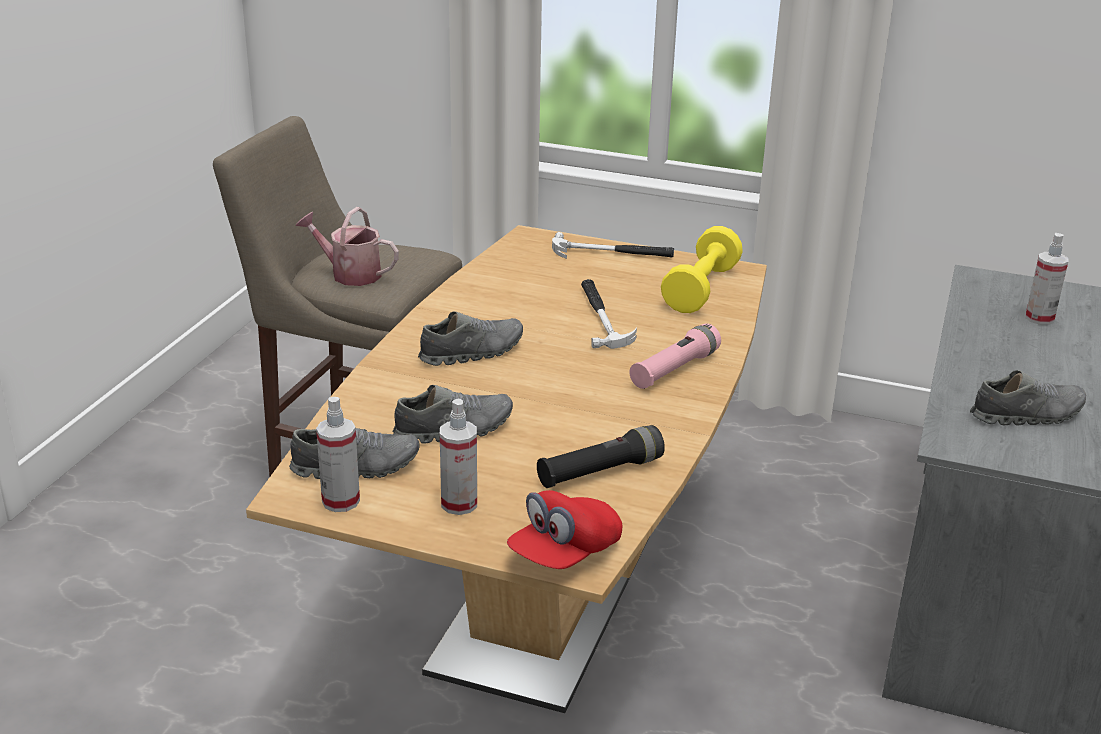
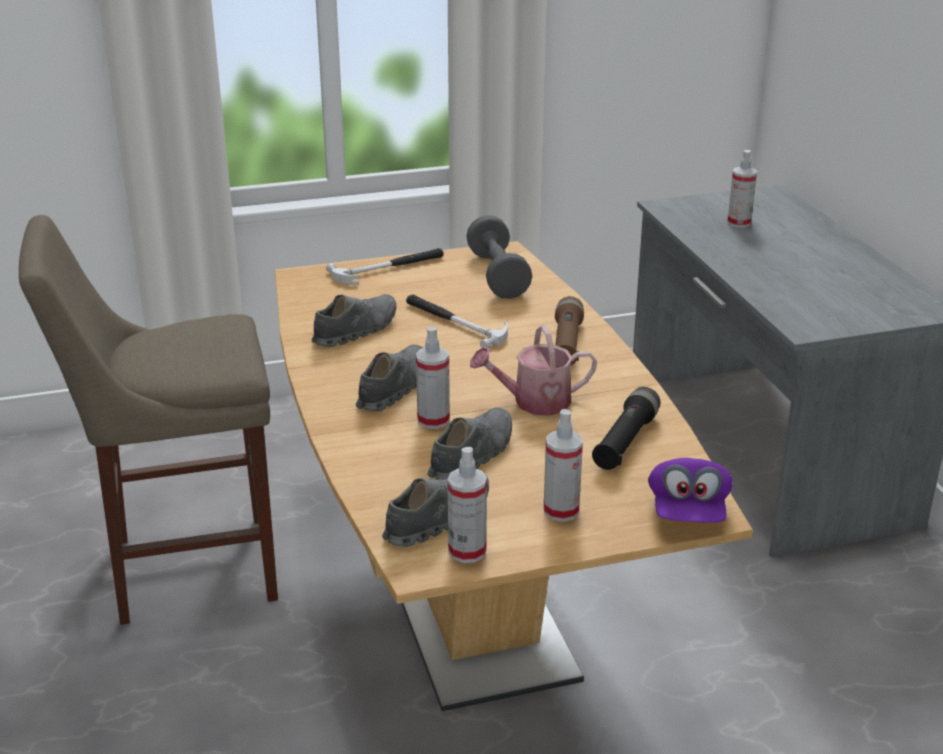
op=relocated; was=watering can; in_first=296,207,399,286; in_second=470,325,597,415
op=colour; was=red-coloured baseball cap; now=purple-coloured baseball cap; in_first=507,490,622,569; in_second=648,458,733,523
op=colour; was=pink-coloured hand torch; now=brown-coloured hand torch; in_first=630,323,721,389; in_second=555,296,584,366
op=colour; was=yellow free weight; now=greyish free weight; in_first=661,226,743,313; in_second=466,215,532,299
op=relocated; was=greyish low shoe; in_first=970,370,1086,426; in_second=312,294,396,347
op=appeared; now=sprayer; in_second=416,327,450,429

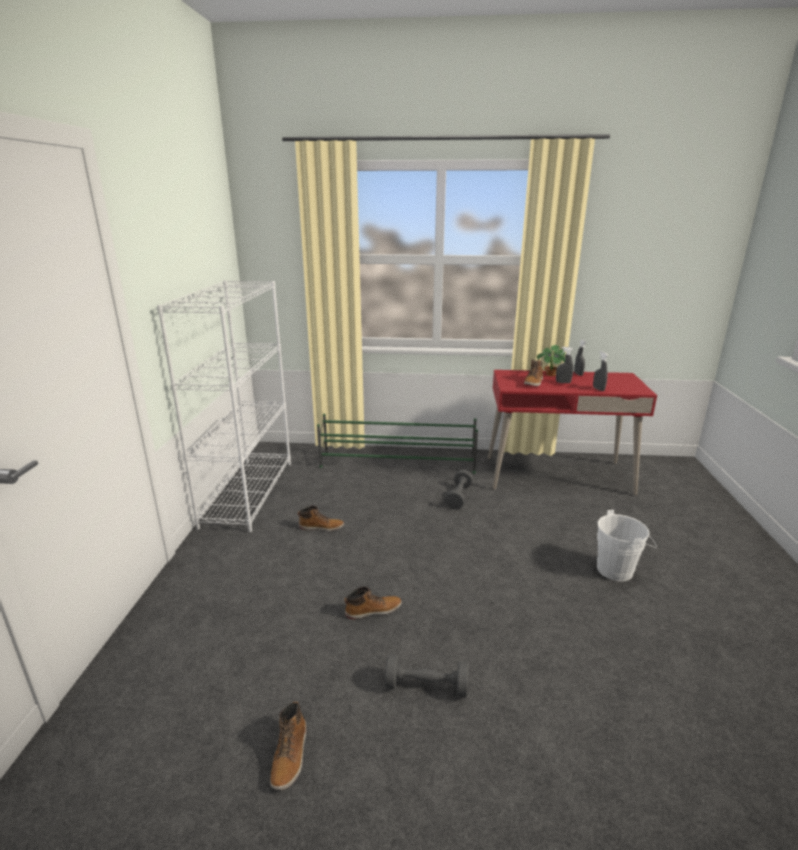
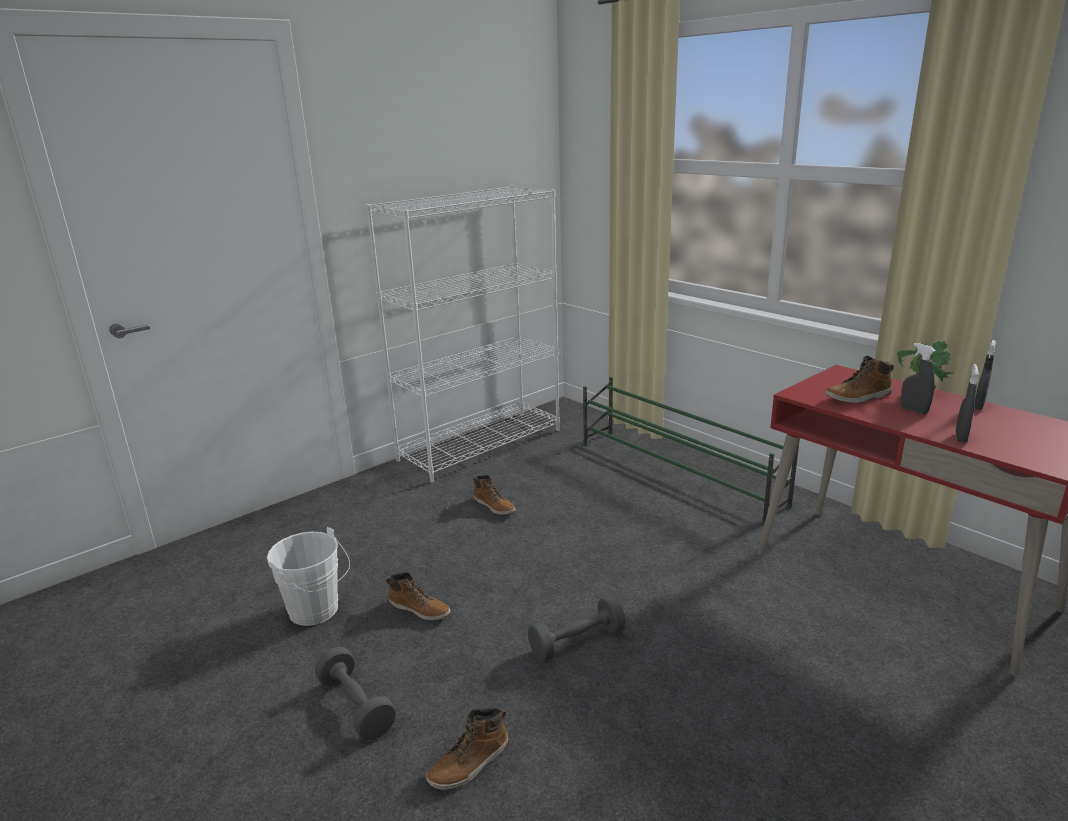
op=relocated; was=boot; in_first=270,702,307,790; in_second=426,708,509,790
op=relocated; was=greyish free weight; in_first=444,470,473,510; in_second=528,596,625,662
op=relocated; was=white-coloured bucket; in_first=597,510,657,581; in_second=267,527,350,626

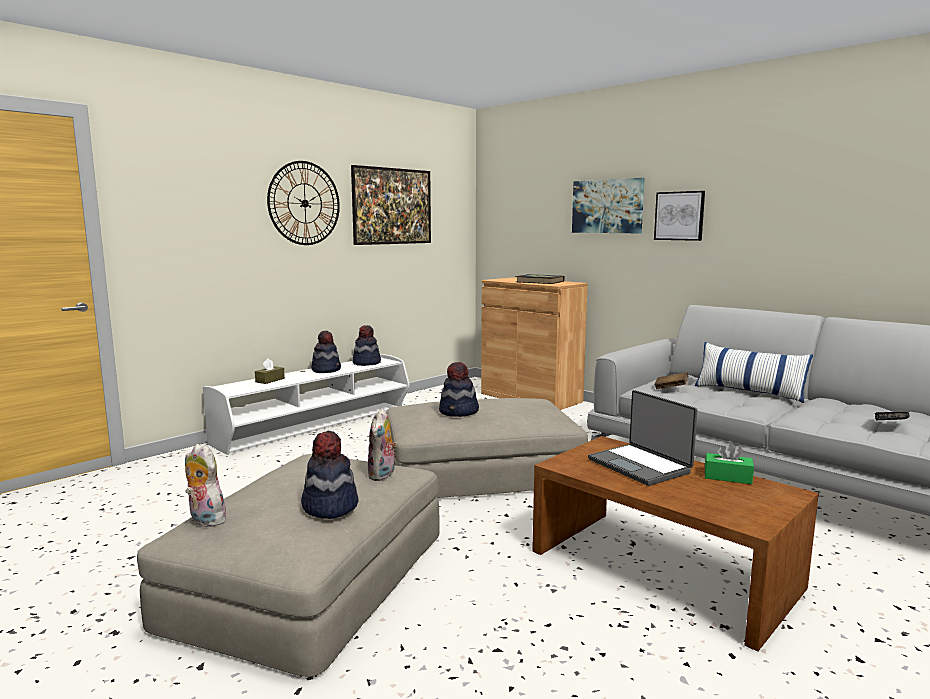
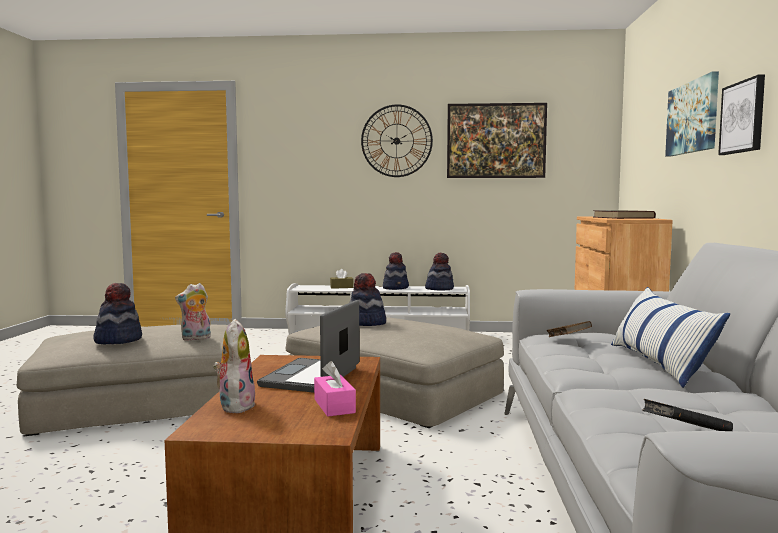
op=relocated; was=soft toy; in_first=185,444,230,527; in_second=213,319,255,413
op=colour; was=greenish tissue holder; now=pink-coloured tissue holder; in_first=705,442,754,484; in_second=314,361,356,417

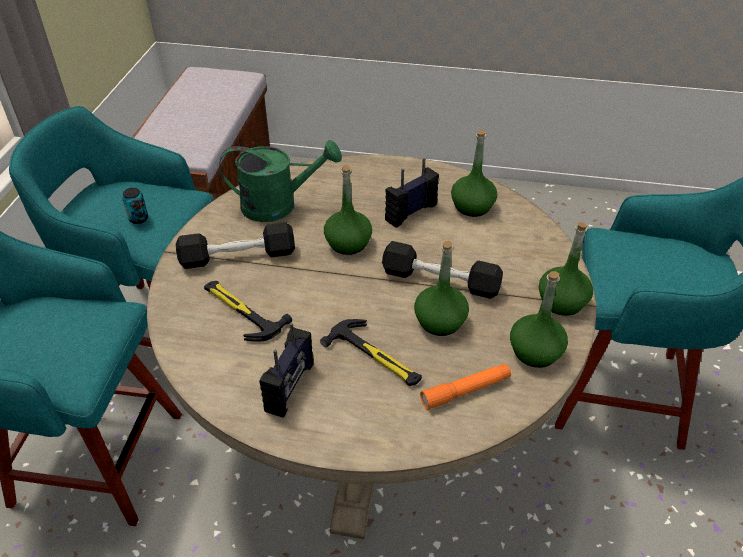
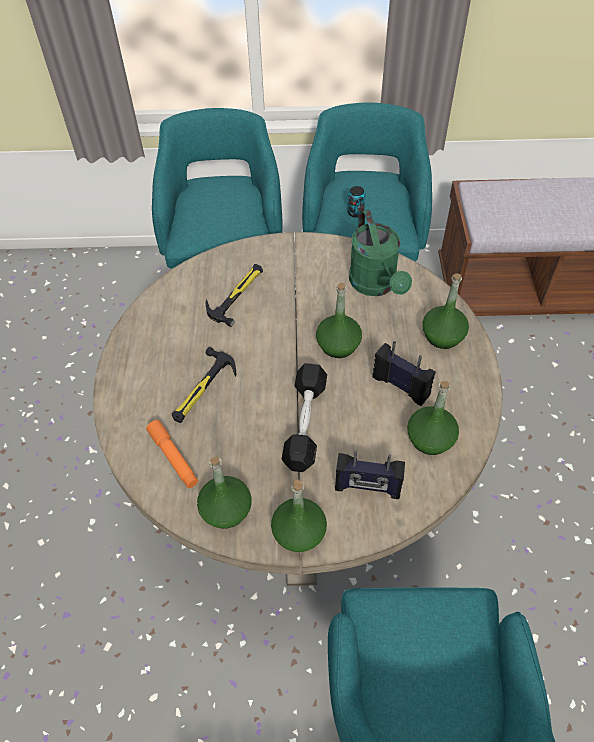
op=missing; was=black free weight; in_first=176,222,295,269
op=relocated; was=radio receiver; in_first=259,323,314,418; in_second=335,450,405,499
op=relocated; was=greenish beverage bottle; in_first=414,241,469,336; in_second=422,273,469,349

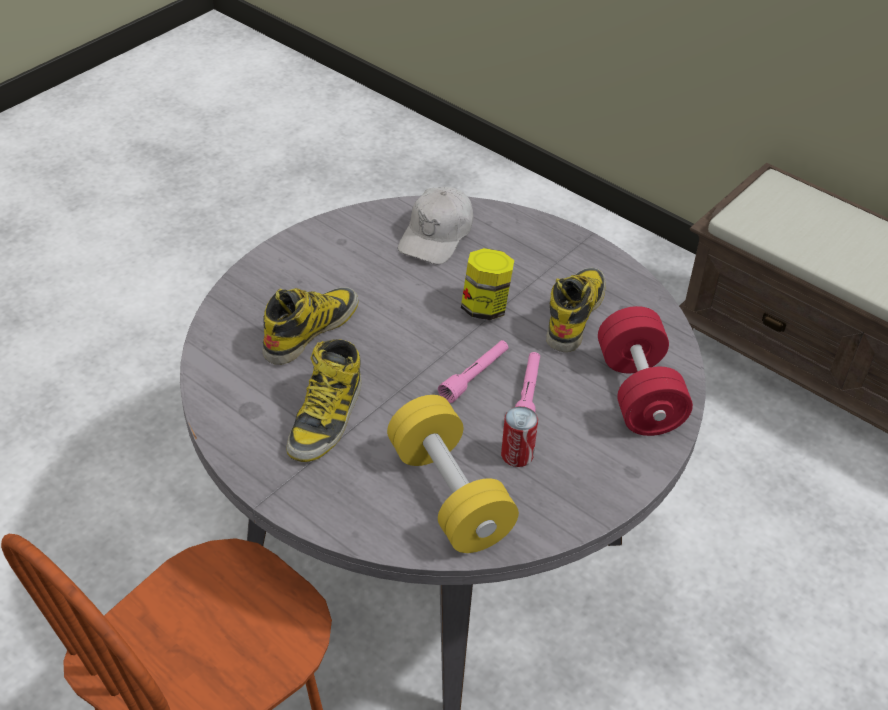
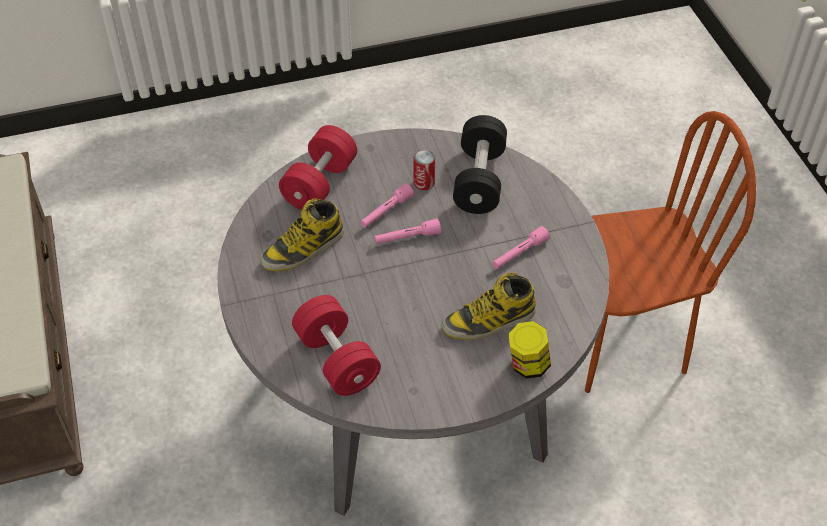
op=exchanged; was=boot; now=pink-coloured hand torch; in_first=286,339,362,462; in_second=492,226,550,269
op=colour; was=yellow free weight; now=black free weight; in_first=387,395,519,553; in_second=453,115,507,214
op=exchanged; was=white-coloured baseball cap; now=red-coloured free weight; in_first=398,187,473,264; in_second=292,295,381,396
op=relocated; was=preserve jar; in_first=461,248,514,320; in_second=508,321,551,379

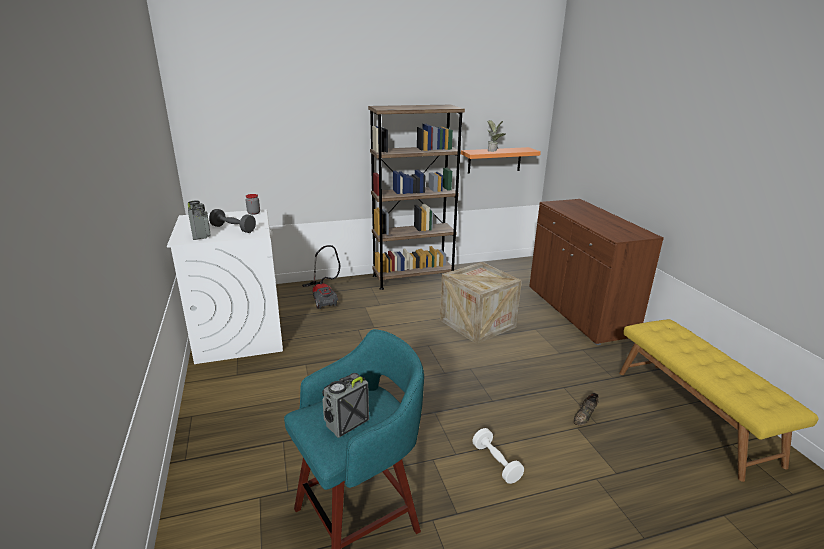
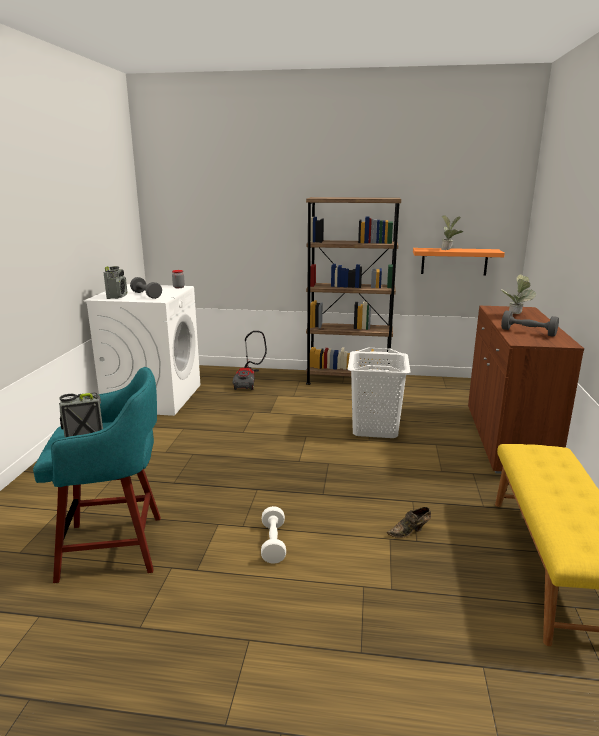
op=exchanged; was=crate; now=white-coloured washing basket; in_first=440,262,522,344; in_second=347,348,411,438
op=appeared; now=potted plant; in_second=501,274,536,314
op=appeared; now=greyish free weight; in_second=501,310,559,337

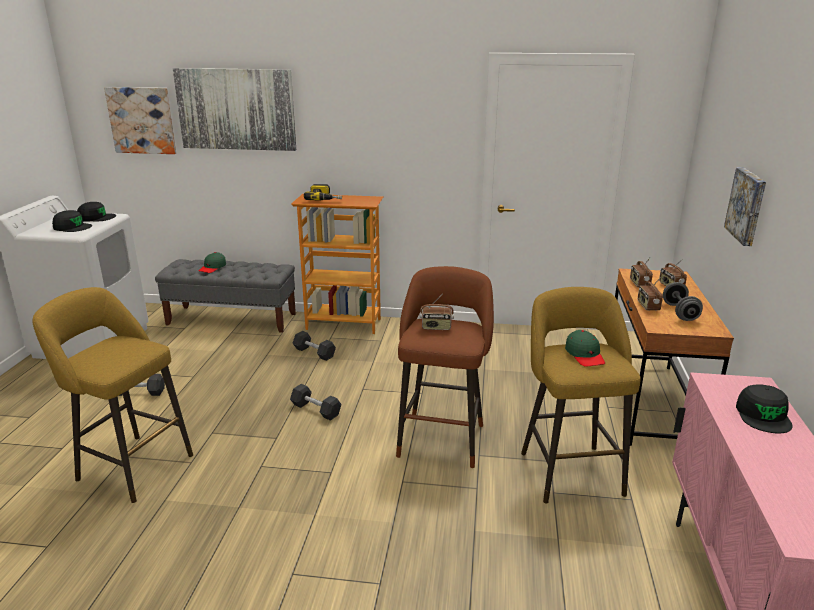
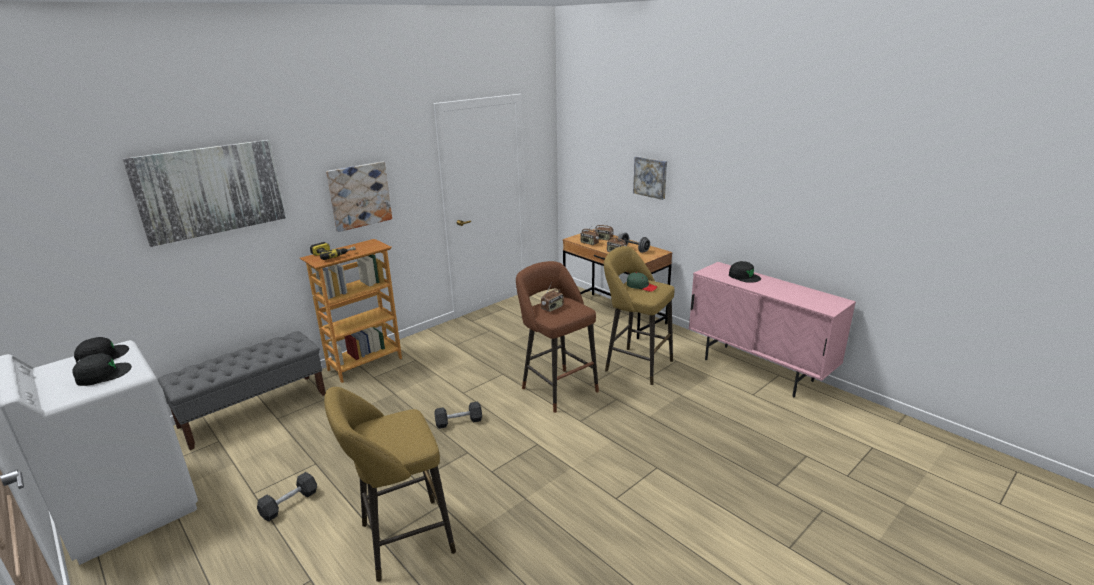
op=relocated; was=wall picture; in_first=104,87,176,154; in_second=326,161,392,232
op=missing; was=greenish baseball cap; in_first=199,252,226,273
op=missing; was=black free weight; in_first=292,331,336,361

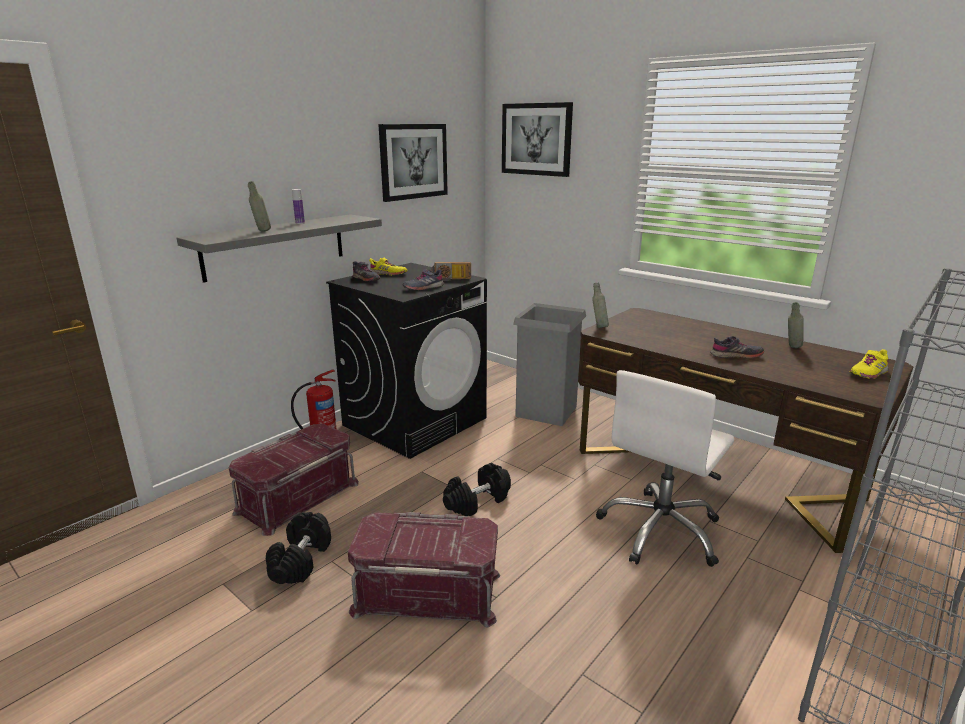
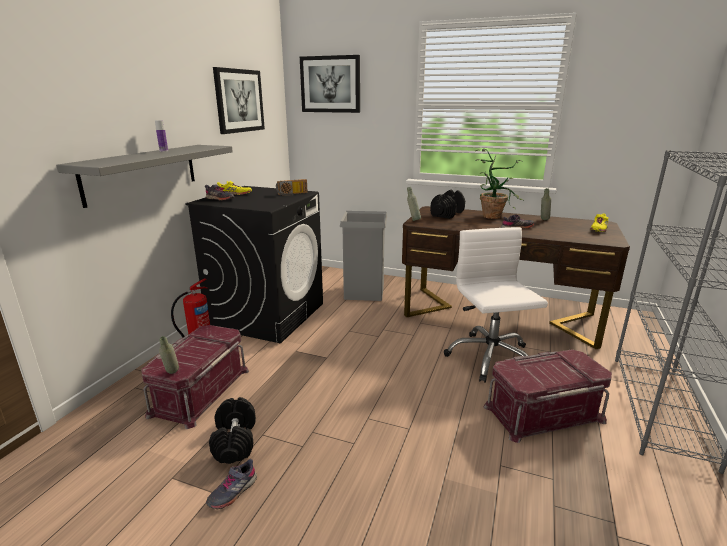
op=relocated; was=greyish beverage bottle; in_first=248,181,271,232; in_second=159,336,179,374
op=relocated; was=red-coloured storage box; in_first=348,512,500,628; in_second=484,349,612,443
op=relocated; was=greyish low shoe; in_first=403,269,444,290; in_second=206,459,257,509
op=relocated; was=black free weight; in_first=443,463,511,516; in_second=430,190,465,219
op=spun; was=white-coloured desk chair; in_first=596,370,734,567; in_second=444,227,548,383; clockwise=150
op=appeared; now=potted plant; in_second=475,149,523,219

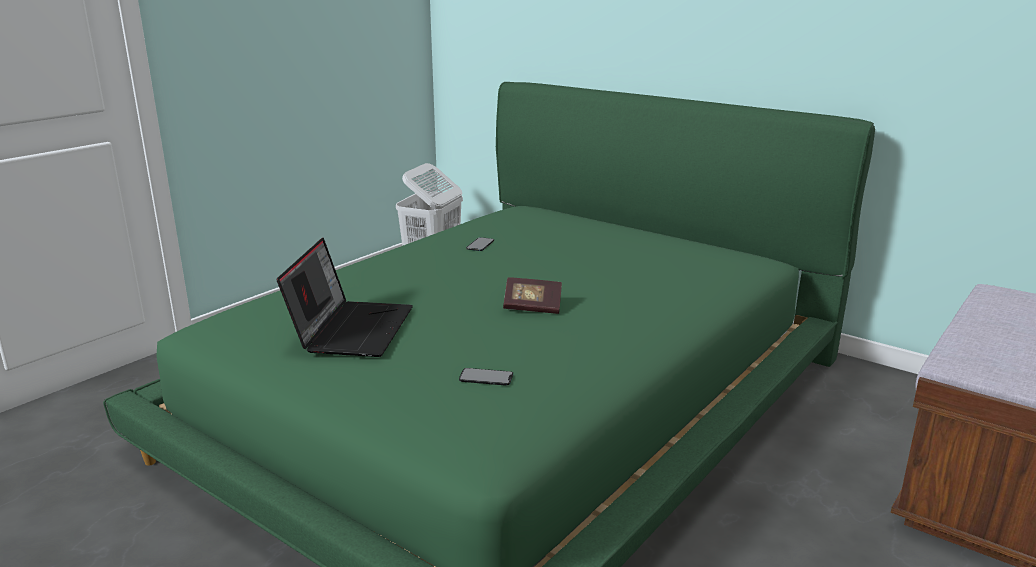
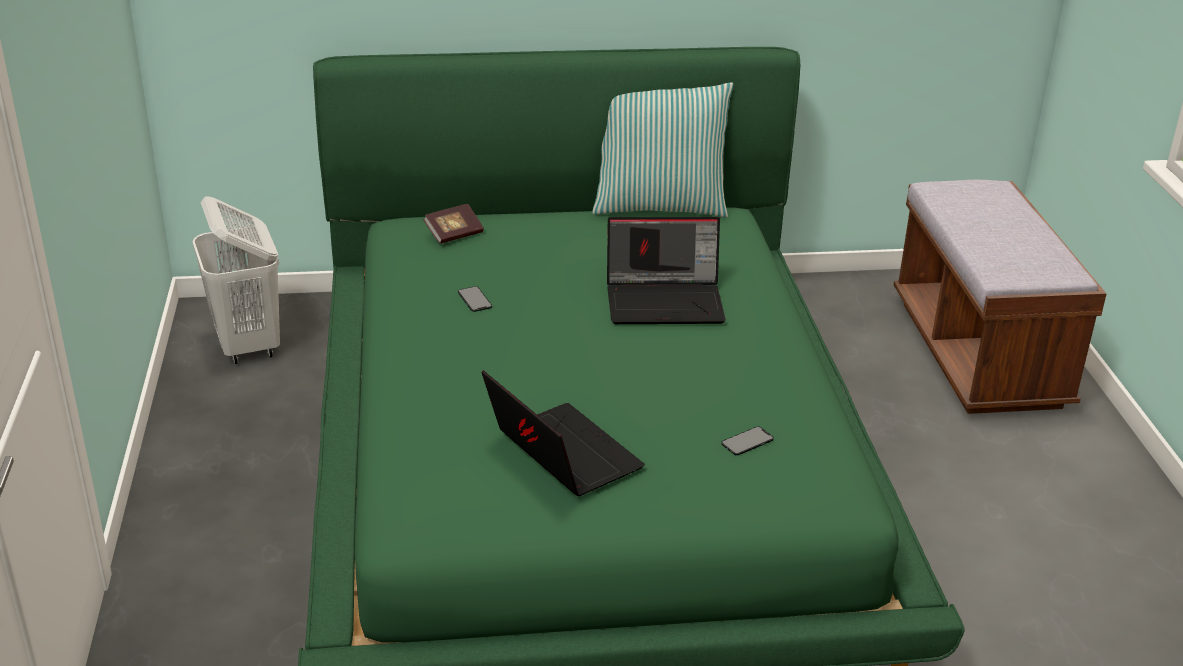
op=relocated; was=bound book; in_first=503,277,562,314; in_second=423,204,484,244
op=appeared; now=pillow; in_second=592,82,733,218
op=appeared; now=laptop; in_second=607,217,726,324

